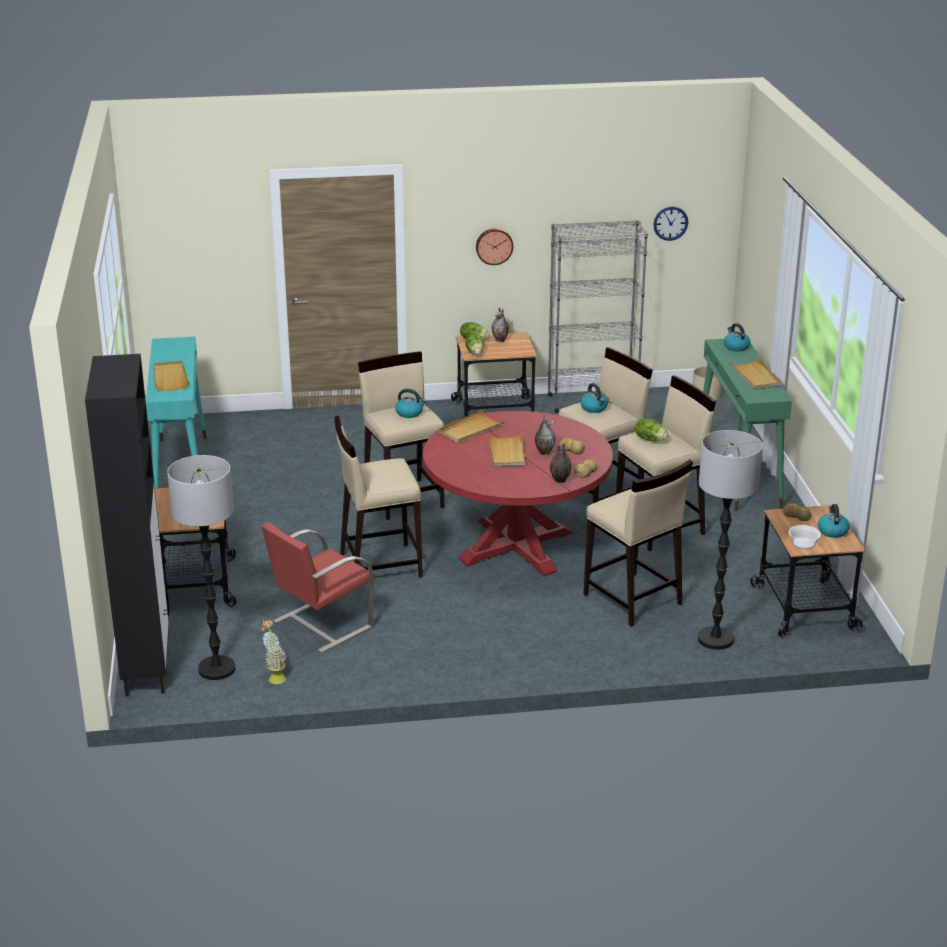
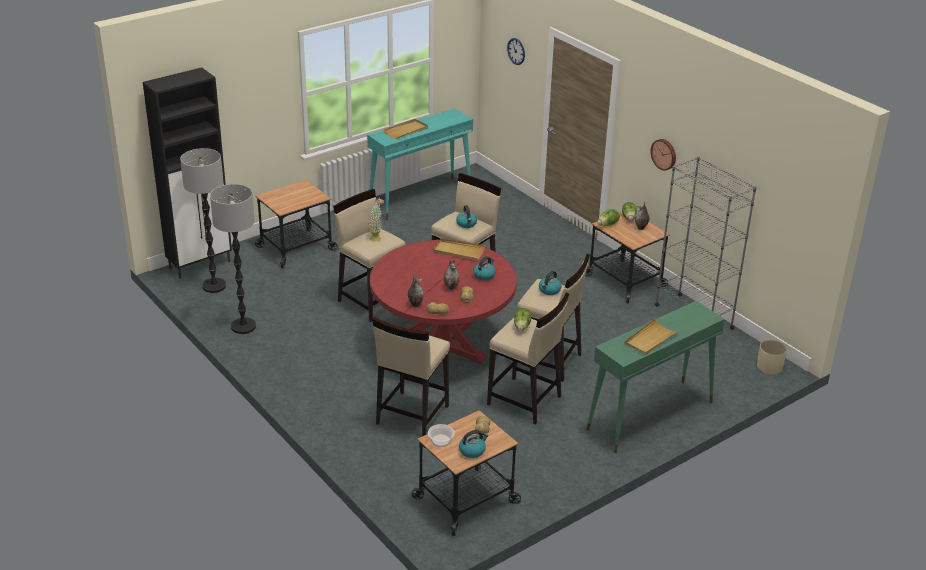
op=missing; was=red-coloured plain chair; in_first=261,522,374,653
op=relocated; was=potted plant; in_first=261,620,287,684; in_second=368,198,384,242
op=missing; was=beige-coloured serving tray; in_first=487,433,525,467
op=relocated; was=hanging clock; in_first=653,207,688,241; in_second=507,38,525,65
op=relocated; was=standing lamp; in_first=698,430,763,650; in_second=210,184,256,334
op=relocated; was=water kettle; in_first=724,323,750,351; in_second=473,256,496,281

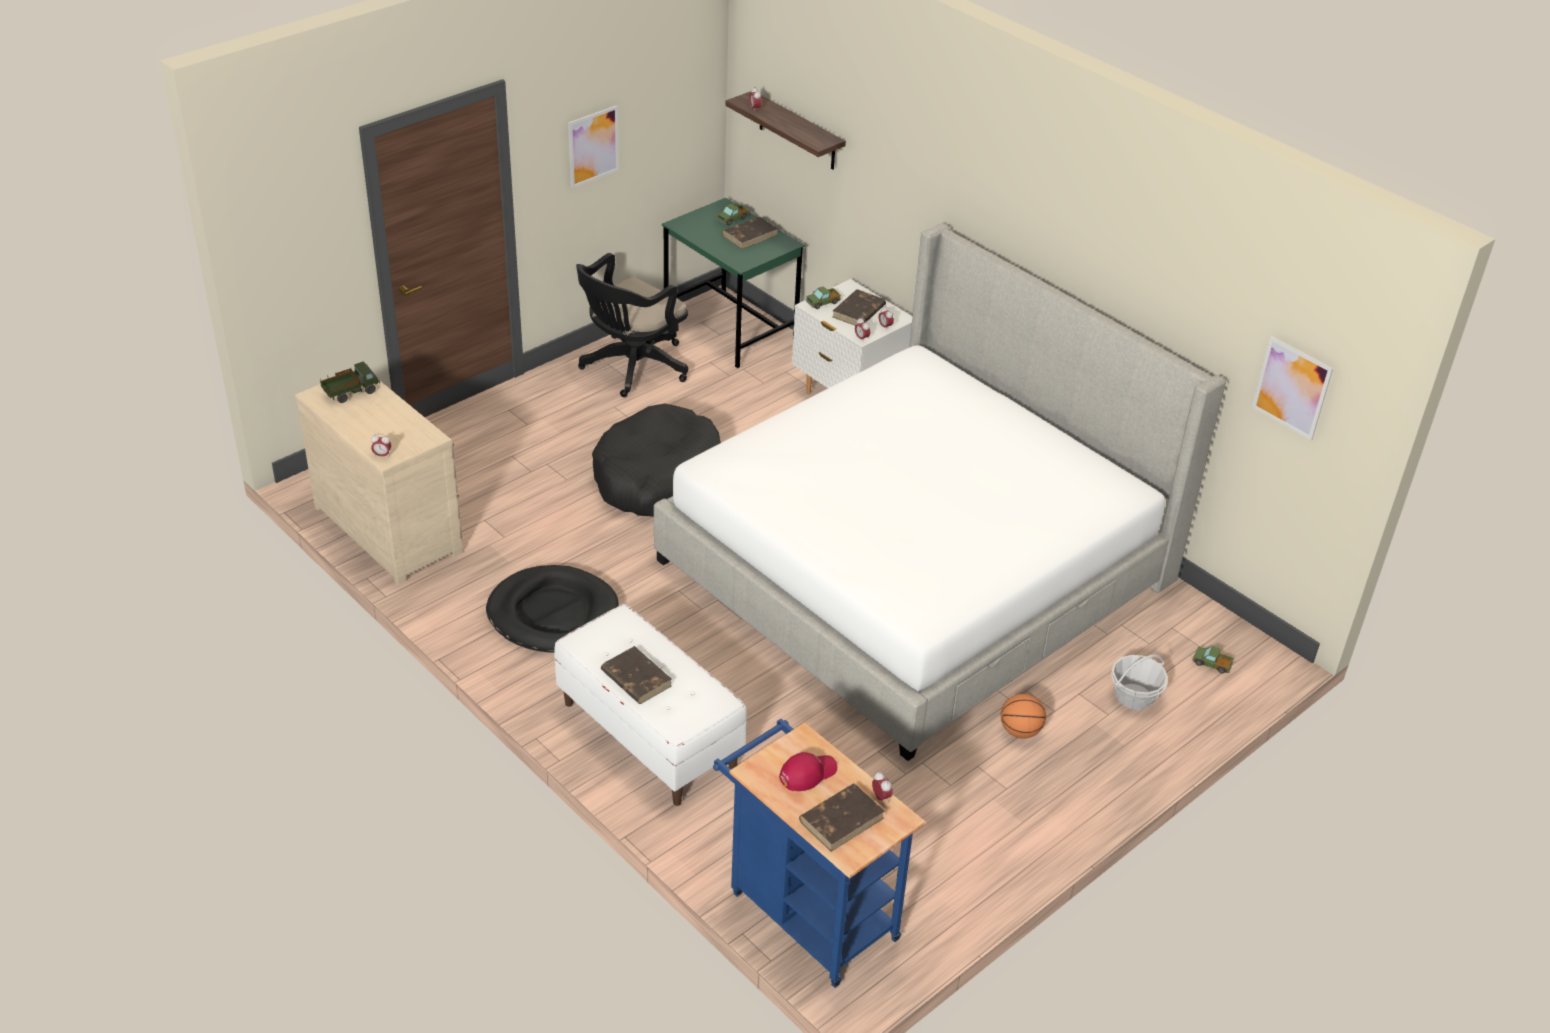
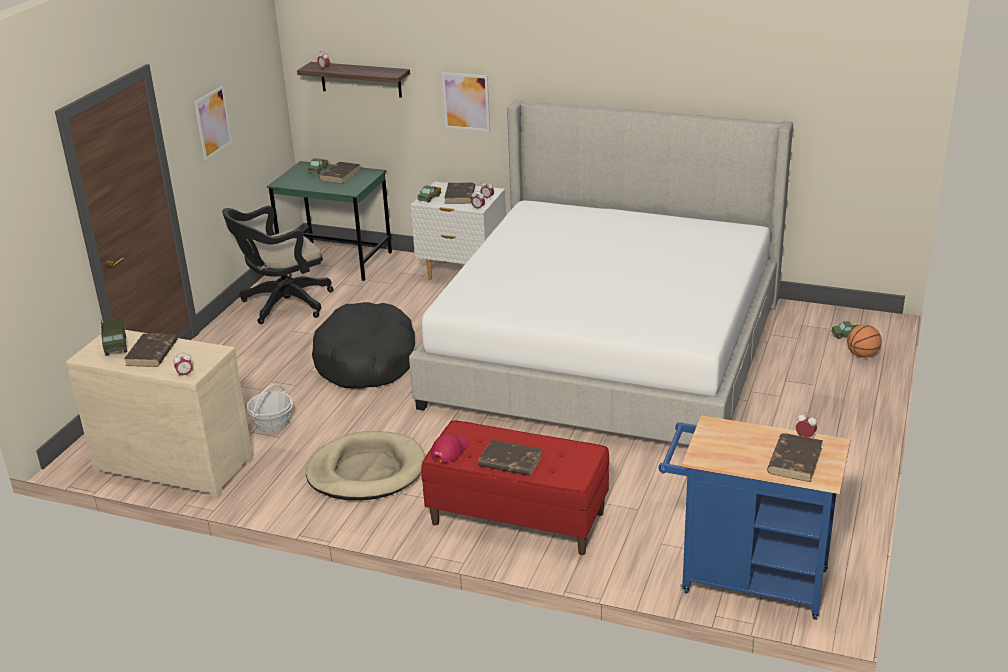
op=spun; was=model truck; in_first=320,362,380,403; in_second=101,317,127,356; clockwise=135
op=colour; was=black dog cushion; now=beige-coloured dog cushion; in_first=486,565,619,653; in_second=306,431,425,500
op=colour; was=white-coloured bench; now=red-coloured bench; in_first=554,604,747,806; in_second=421,420,609,555
op=spun; was=black desk chair; in_first=576,253,688,397; in_second=222,206,333,324; clockwise=45
op=relocated; was=red-coloured baseball cap; in_first=779,752,837,791; in_second=431,434,469,463
op=relocated; was=basketball; in_first=1001,693,1046,739; in_second=847,325,882,358
op=relocated; was=basket; in_first=1111,654,1168,710; in_second=247,384,293,433
op=relocated; was=wall picture; in_first=1252,336,1333,440; in_second=442,72,490,132
op=appeared; now=brown-coloured bound book; in_second=124,333,177,367

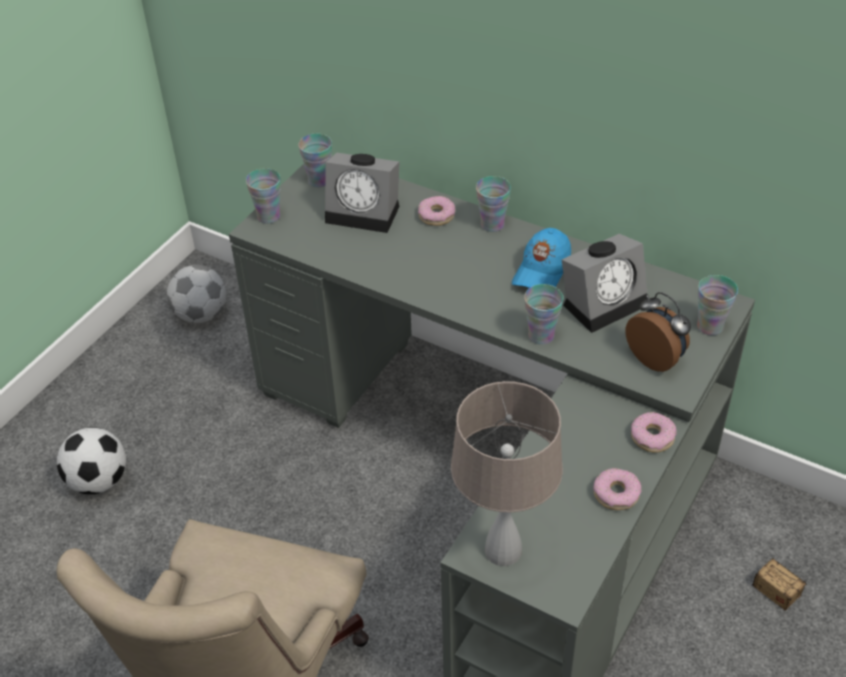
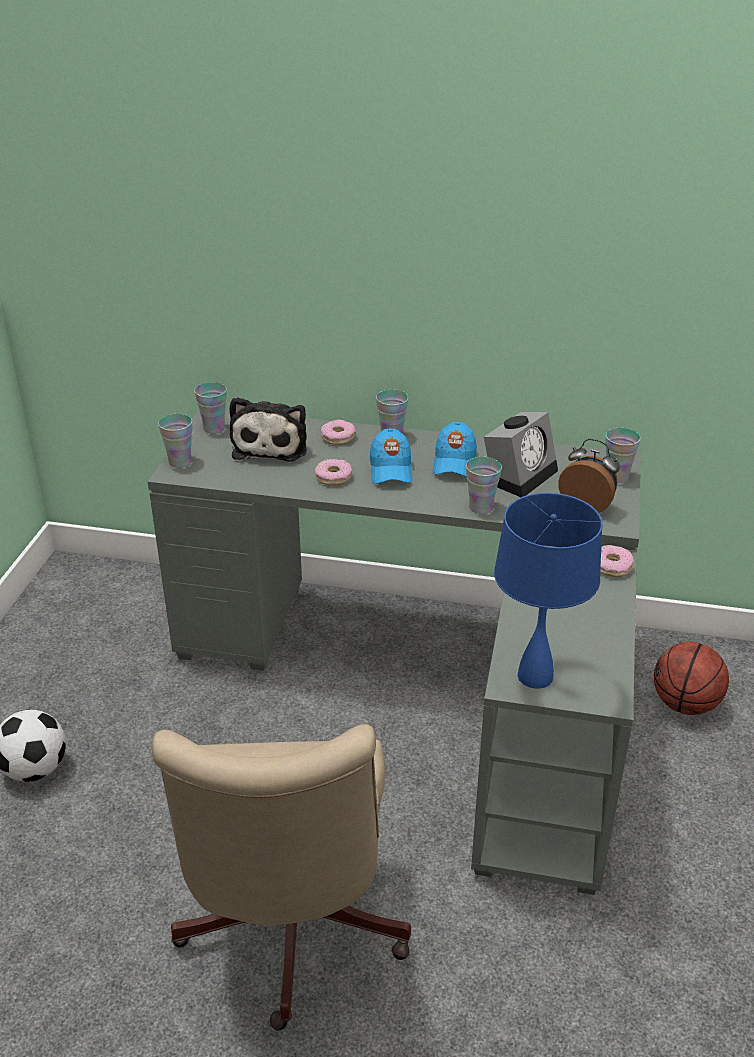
op=missing; was=football; in_first=167,265,226,323
op=exchanged; was=alarm clock; now=soft toy; in_first=325,153,400,233; in_second=229,397,307,462
op=colour; was=beige-coloured tabletop lamp; now=blue tabletop lamp; in_first=451,381,563,566; in_second=494,493,603,689
op=relocated; was=ring doughnut; in_first=593,468,642,510; in_second=315,459,352,486
op=exchanged; was=storage box; now=basketball; in_first=720,509,807,611; in_second=654,642,729,715
op=appeared; now=blue baseball cap; in_second=370,429,412,484

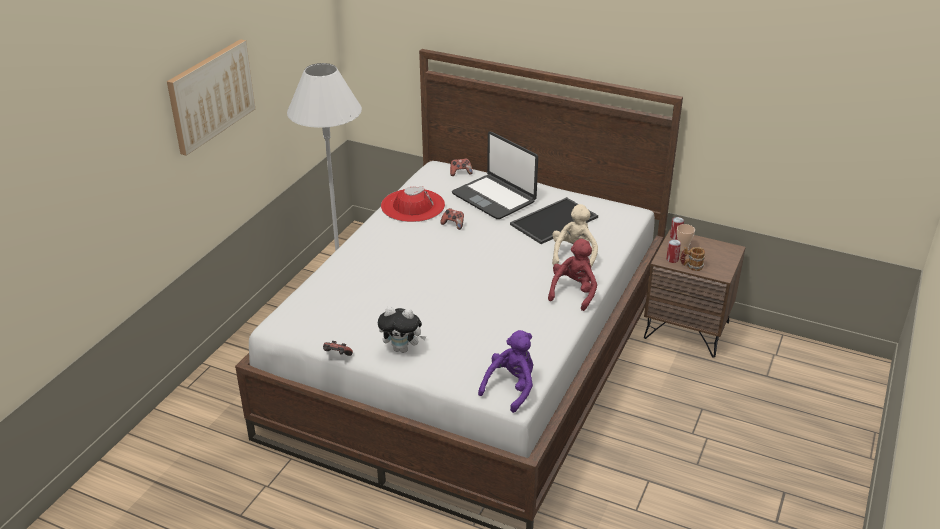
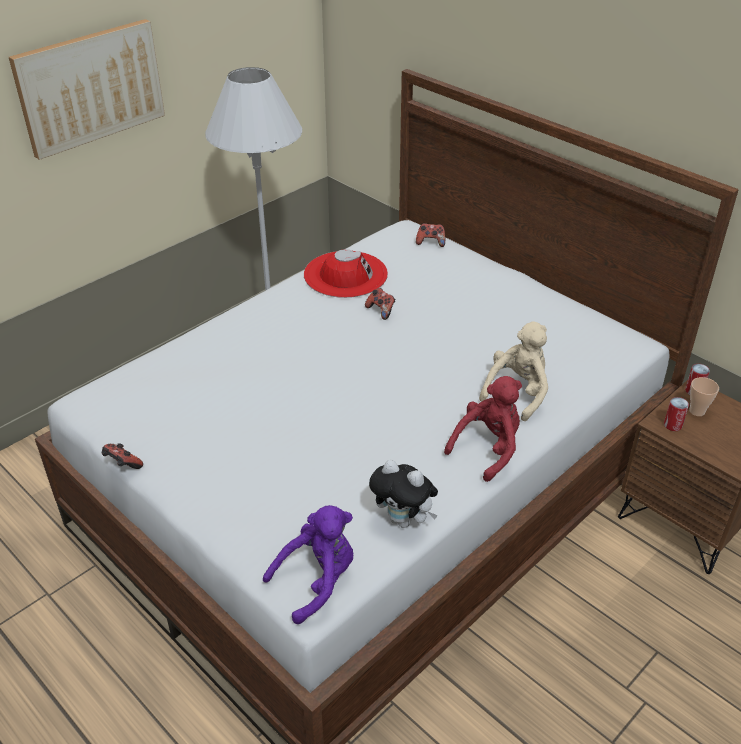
op=relocated; was=soft toy; in_first=378,306,426,353; in_second=369,460,438,528
op=missing; was=laptop; in_first=452,132,538,219
op=missing; was=serving tray; in_first=510,197,598,244
op=missing; was=mug; in_first=680,247,705,271

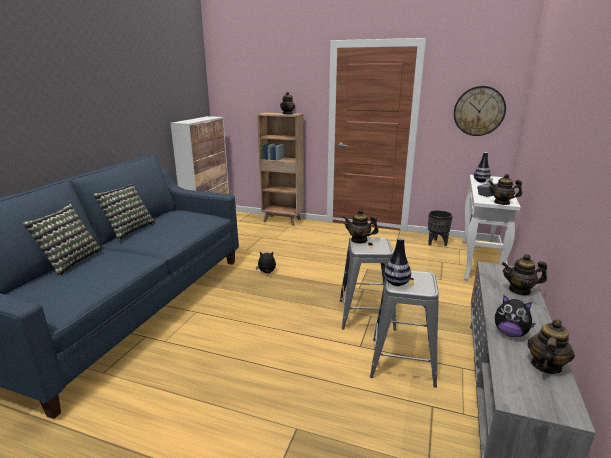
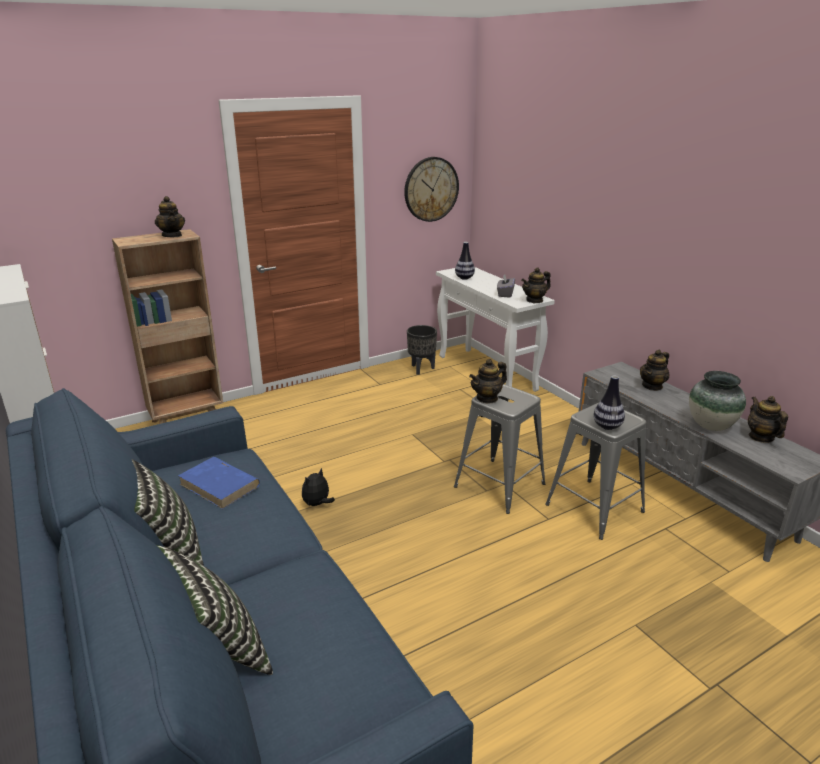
op=exchanged; was=soft toy; now=flower vase; in_first=495,295,536,337; in_second=689,371,746,431
op=appeared; now=blue bound book; in_second=178,457,260,509

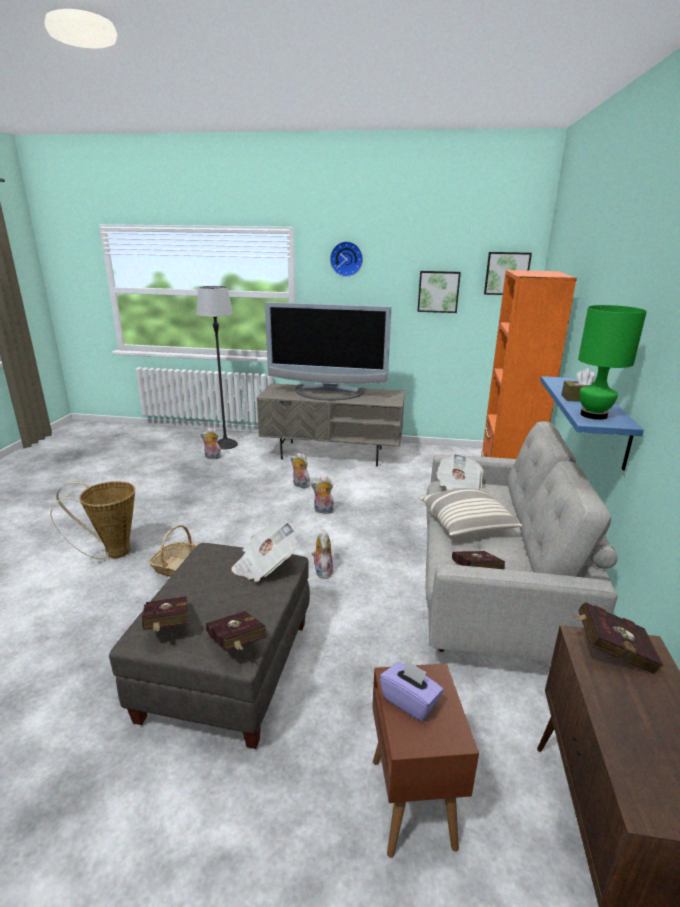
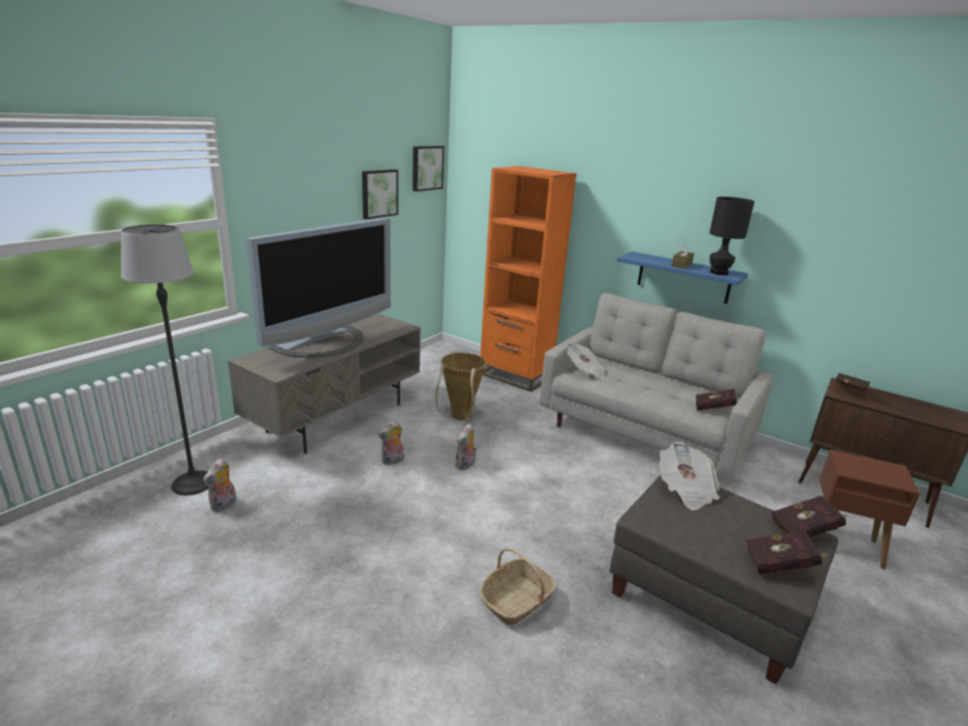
op=relocated; was=basket; in_first=50,481,135,559; in_second=436,353,486,420
op=missing; was=soft toy; in_first=312,530,333,579
op=missing; was=hanging clock; in_first=330,241,363,277
op=missing; was=purple-coloured tissue holder; in_first=380,659,443,721
op=missing; was=pillow; in_first=420,488,522,536
op=colour; was=greenish tabletop lamp; now=black tabletop lamp; in_first=578,305,647,420; in_second=710,197,755,275

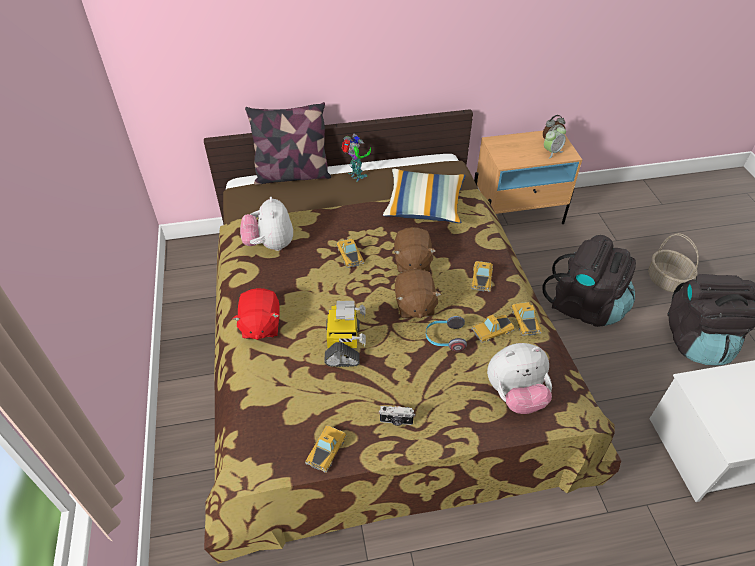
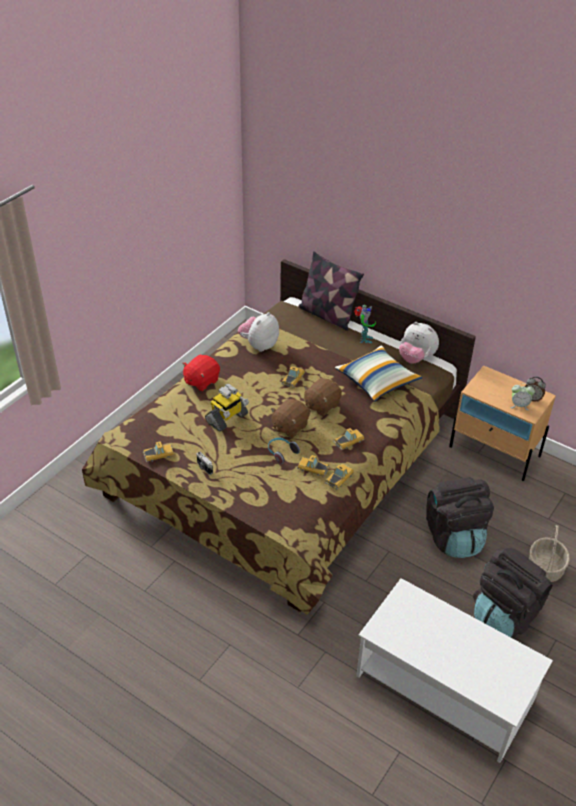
op=relocated; was=soft toy; in_first=487,343,552,414; in_second=399,322,439,364

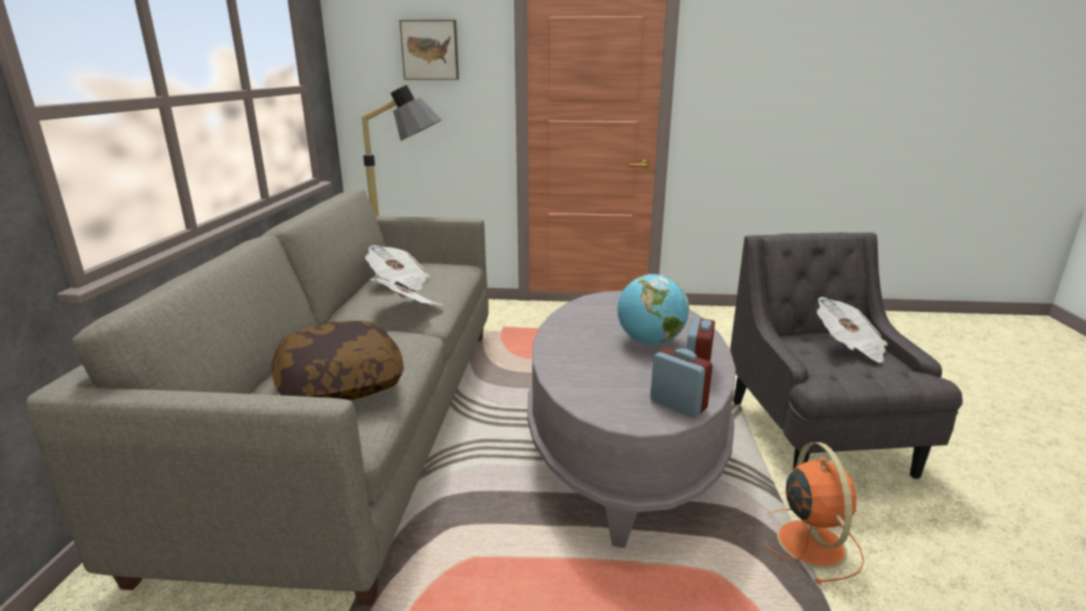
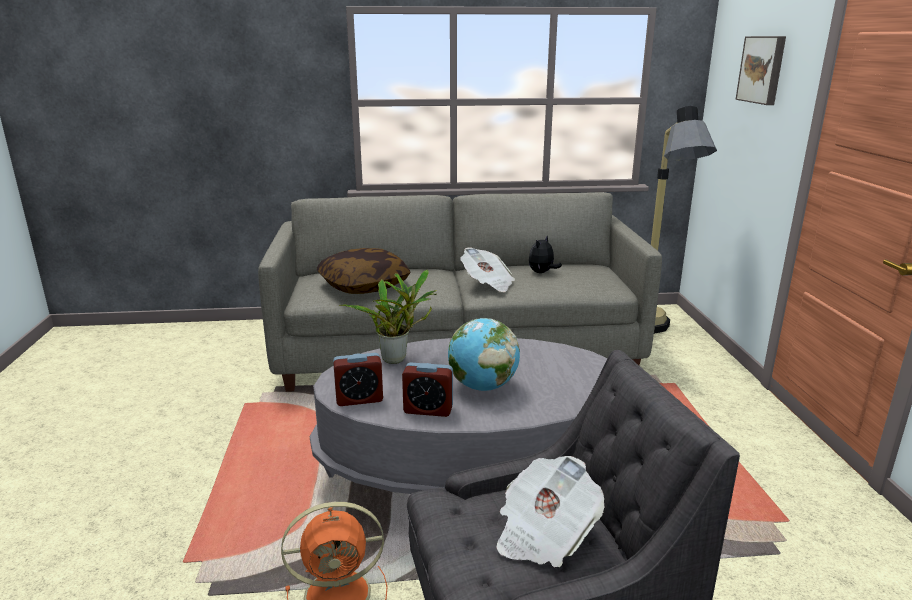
op=exchanged; was=newspaper; now=soft toy; in_first=365,245,430,290; in_second=529,236,562,273
op=spun; was=alarm clock; in_first=650,348,712,417; in_second=333,353,383,406; clockwise=45
op=appeared; now=potted plant; in_second=339,270,437,364

